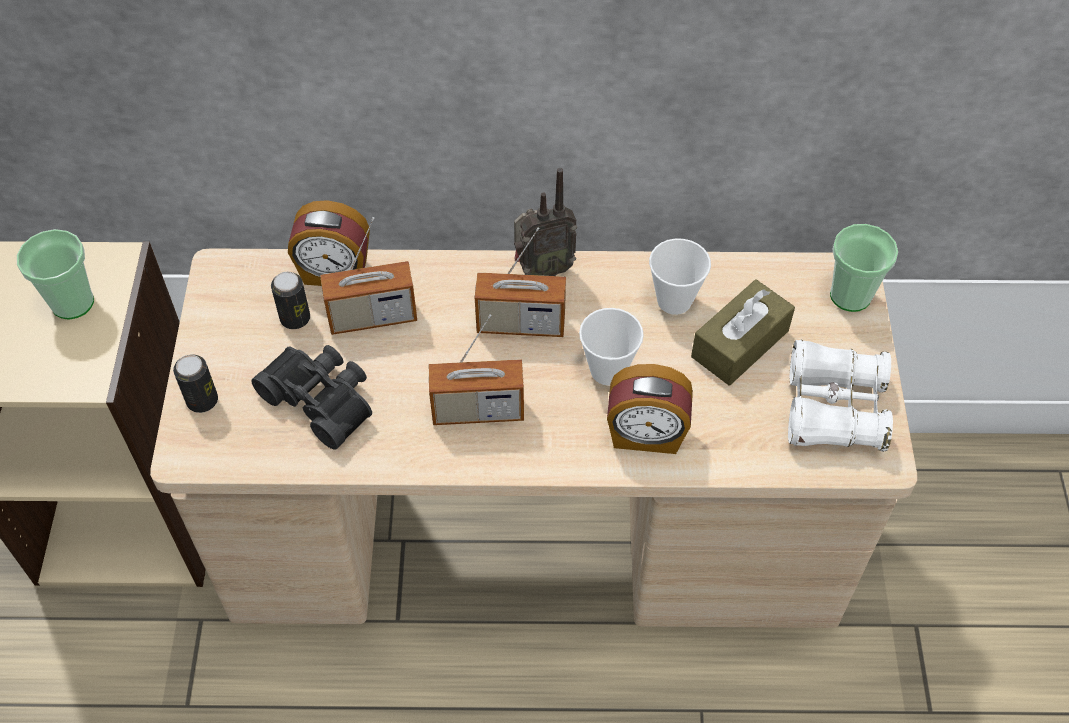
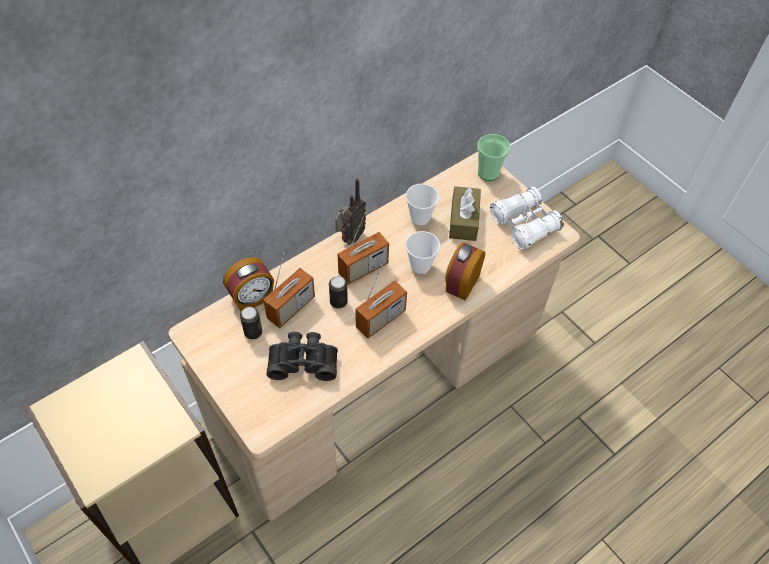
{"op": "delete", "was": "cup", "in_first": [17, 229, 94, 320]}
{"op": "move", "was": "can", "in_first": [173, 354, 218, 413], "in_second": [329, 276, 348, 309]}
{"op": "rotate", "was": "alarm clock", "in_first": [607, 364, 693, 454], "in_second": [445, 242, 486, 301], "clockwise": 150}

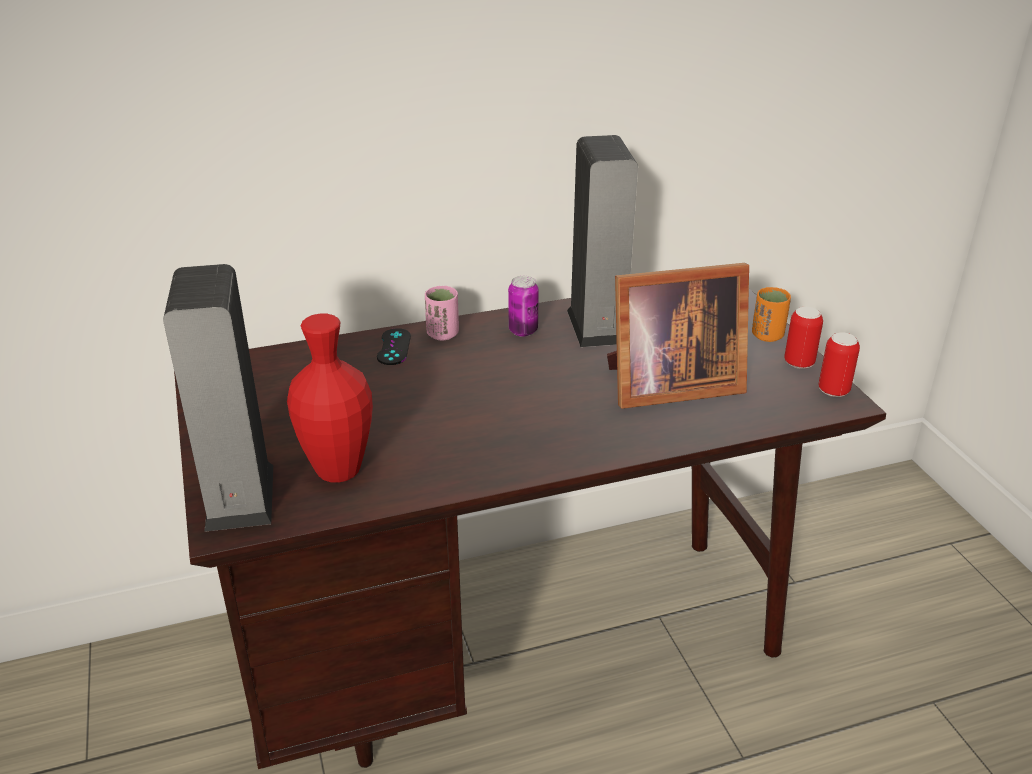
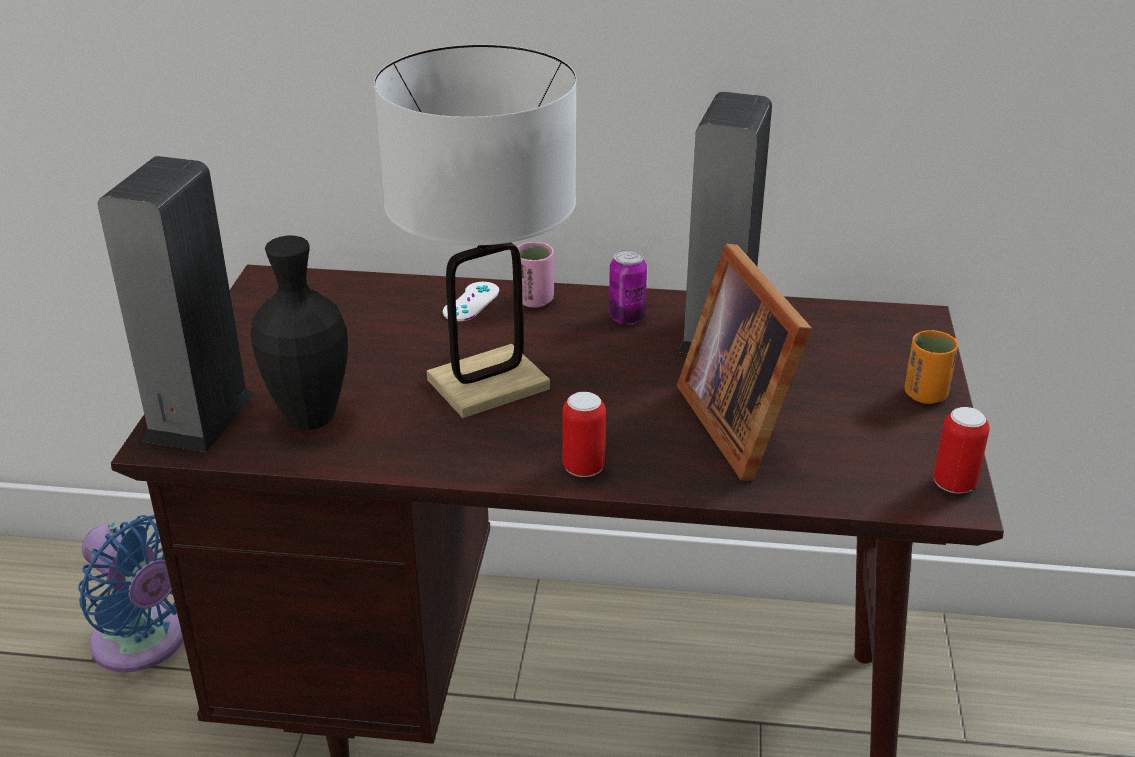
{"op": "insert", "now": "blue fan", "in_second": [78, 515, 183, 672]}
{"op": "insert", "now": "white table lamp", "in_second": [374, 45, 577, 418]}
{"op": "move", "was": "can", "in_first": [784, 307, 823, 369], "in_second": [562, 392, 606, 477]}
{"op": "recolor", "was": "red vase", "now": "black vase", "in_first": [287, 314, 373, 483], "in_second": [250, 236, 348, 430]}
{"op": "recolor", "was": "black game controller", "now": "white game controller", "in_first": [377, 328, 411, 365], "in_second": [443, 282, 500, 321]}
{"op": "rotate", "was": "picture frame", "in_first": [607, 263, 749, 409], "in_second": [677, 244, 812, 481], "clockwise": 60}

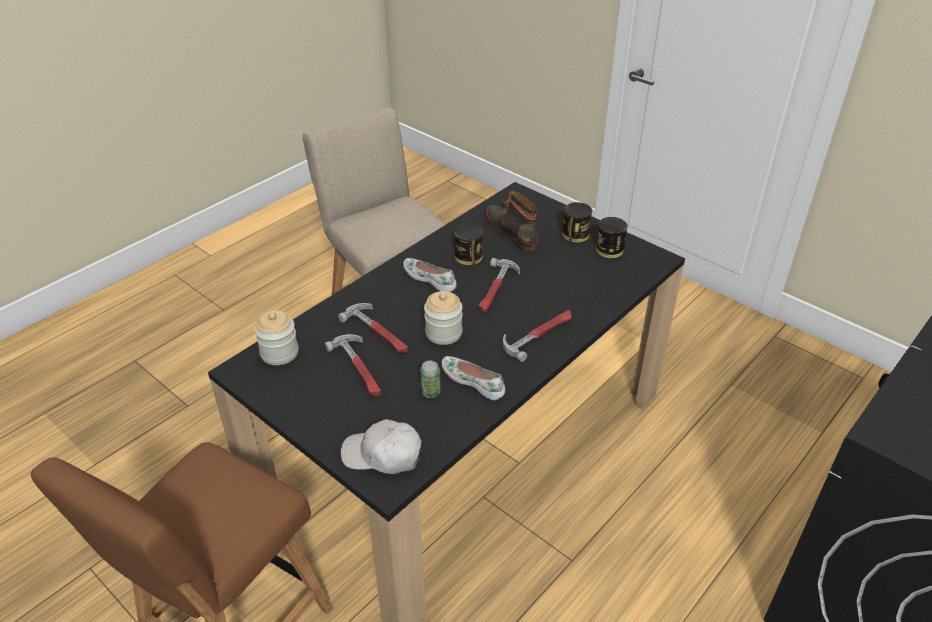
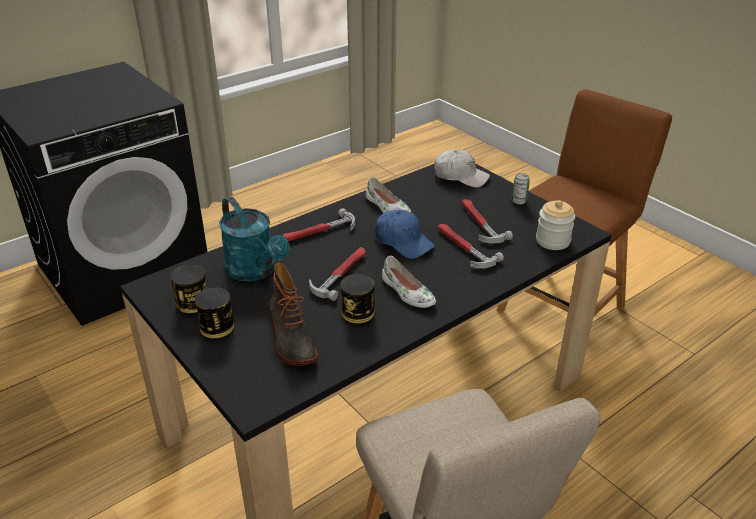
{"op": "insert", "now": "turquoise watering can", "in_second": [219, 197, 290, 282]}
{"op": "move", "was": "can", "in_first": [420, 361, 441, 398], "in_second": [512, 173, 530, 205]}
{"op": "replace", "was": "jar", "now": "blue cap", "in_first": [424, 291, 463, 345], "in_second": [375, 210, 435, 259]}

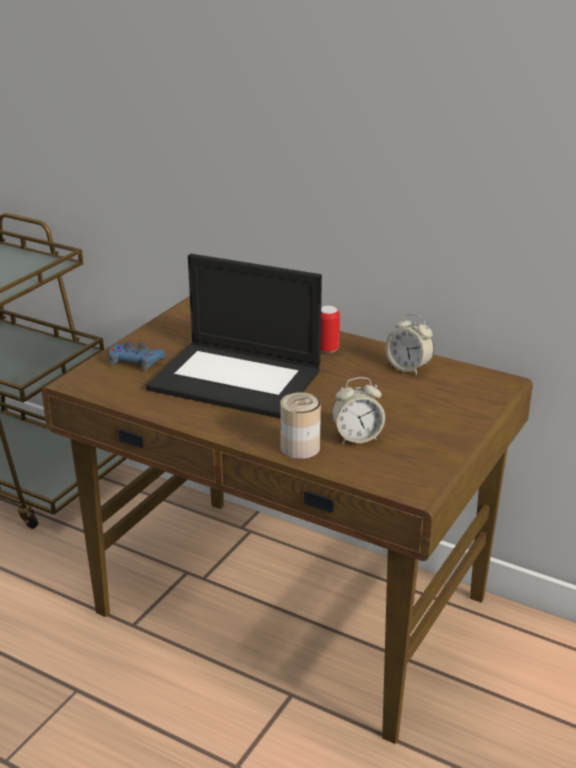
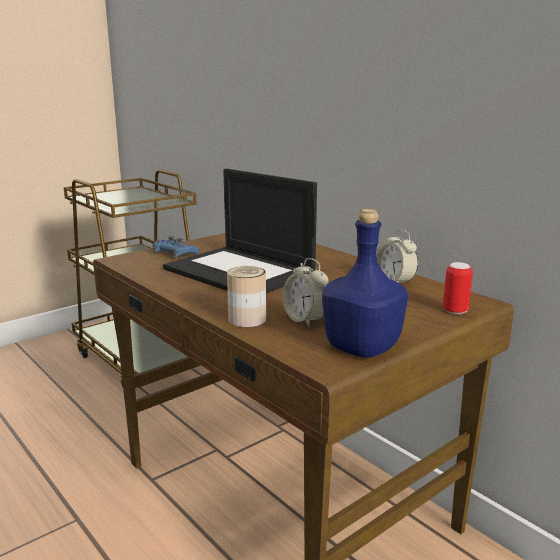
{"op": "insert", "now": "blue bottle", "in_second": [322, 209, 408, 358]}
{"op": "move", "was": "can", "in_first": [321, 306, 340, 353], "in_second": [443, 262, 473, 315]}
{"op": "rotate", "was": "alarm clock", "in_first": [332, 377, 385, 444], "in_second": [282, 258, 329, 327], "clockwise": 45}

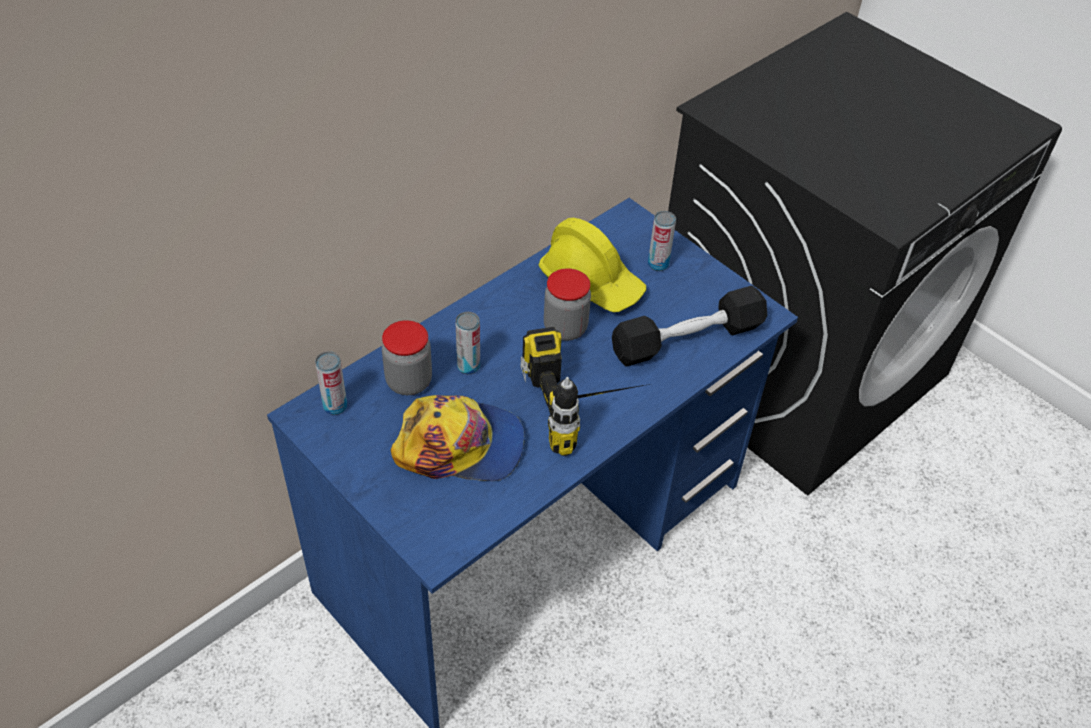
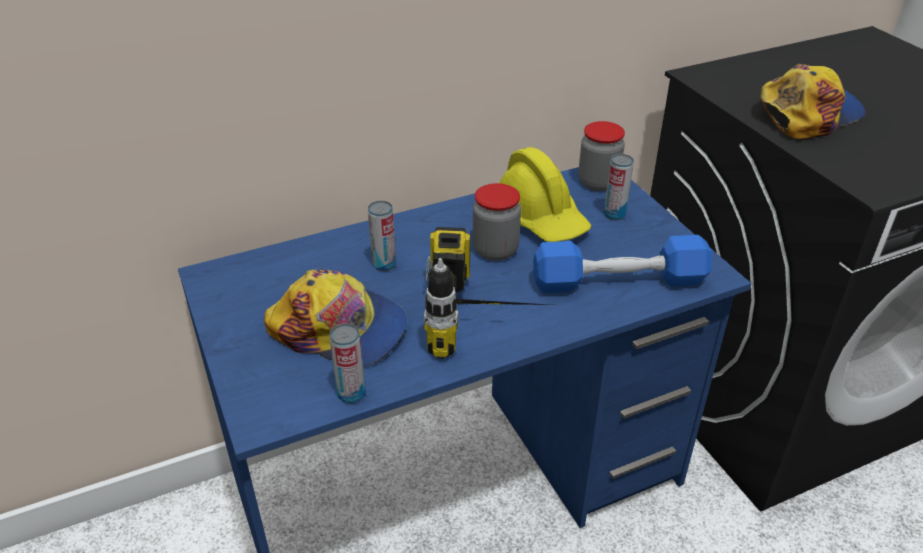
{"op": "insert", "now": "cap", "in_second": [760, 64, 865, 139]}
{"op": "move", "was": "can", "in_first": [315, 351, 347, 415], "in_second": [329, 323, 366, 403]}
{"op": "move", "was": "jar", "in_first": [382, 320, 432, 395], "in_second": [578, 121, 625, 191]}
{"op": "recolor", "was": "black dumbbell", "now": "blue dumbbell", "in_first": [612, 286, 767, 367], "in_second": [533, 235, 712, 293]}

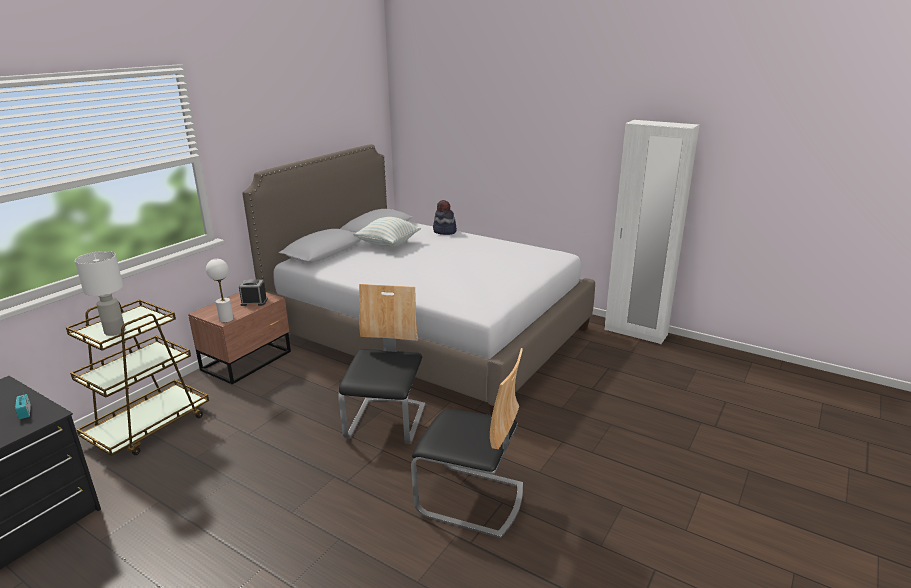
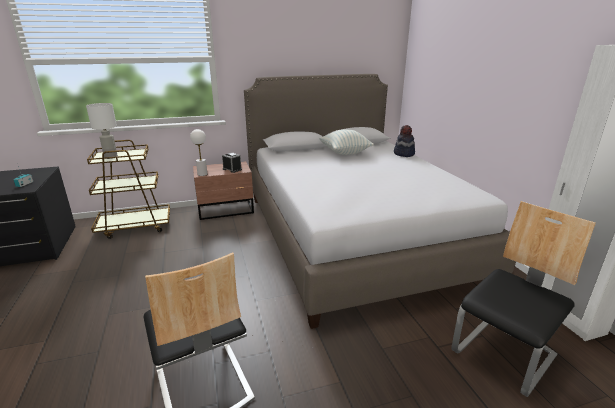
{"op": "move", "was": "chair", "in_first": [339, 284, 425, 444], "in_second": [452, 201, 596, 397]}

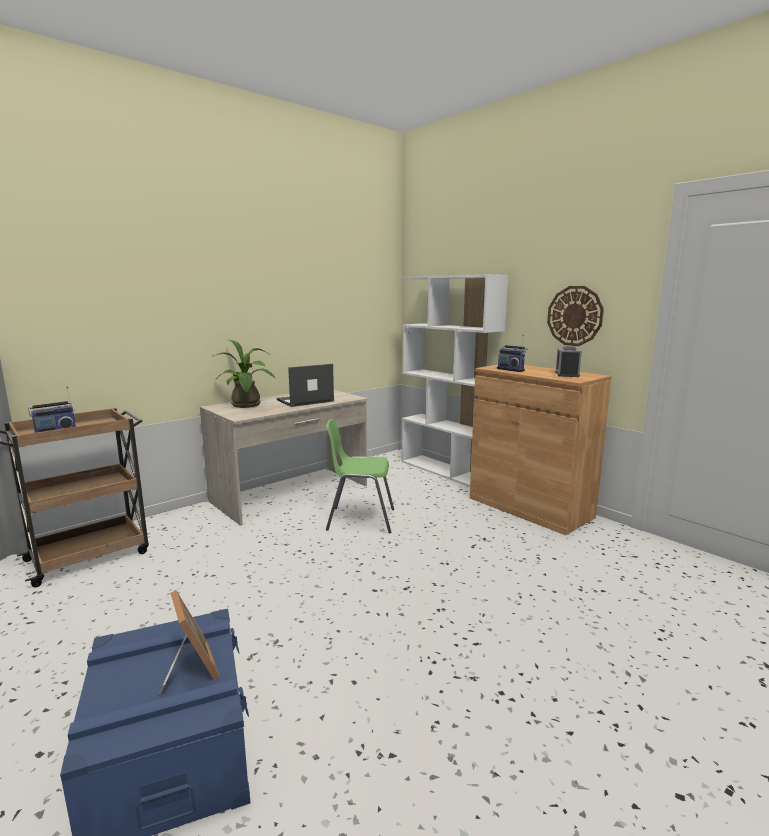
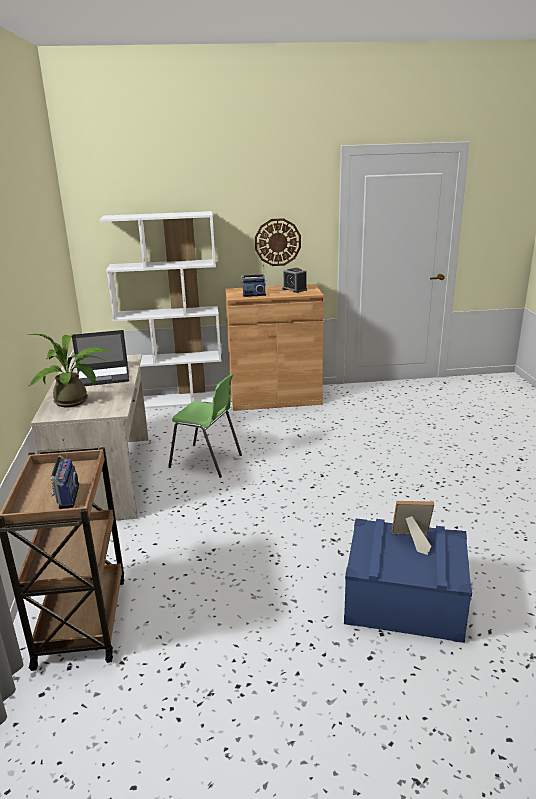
{"op": "rotate", "was": "laptop", "in_first": [276, 364, 334, 407], "in_second": [72, 330, 129, 386], "clockwise": -105}
{"op": "rotate", "was": "green chair", "in_first": [326, 419, 394, 533], "in_second": [168, 374, 242, 478], "clockwise": -105}

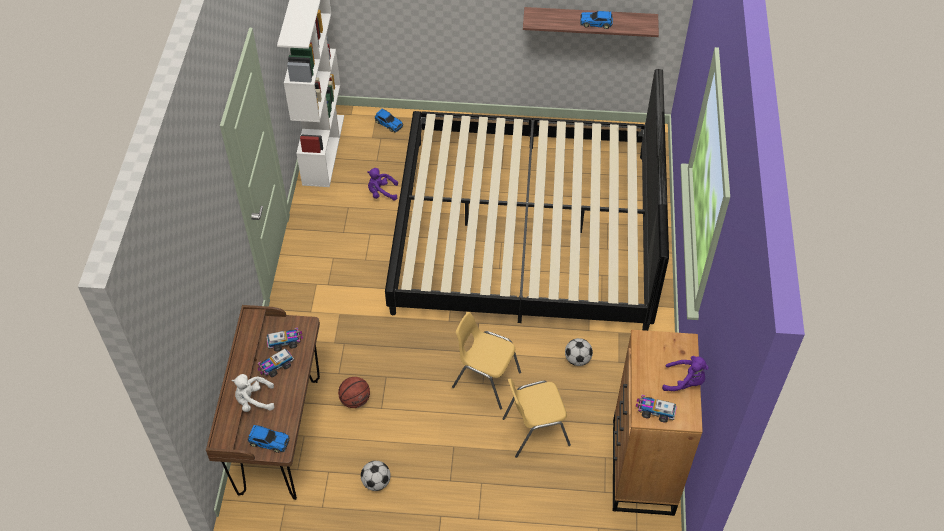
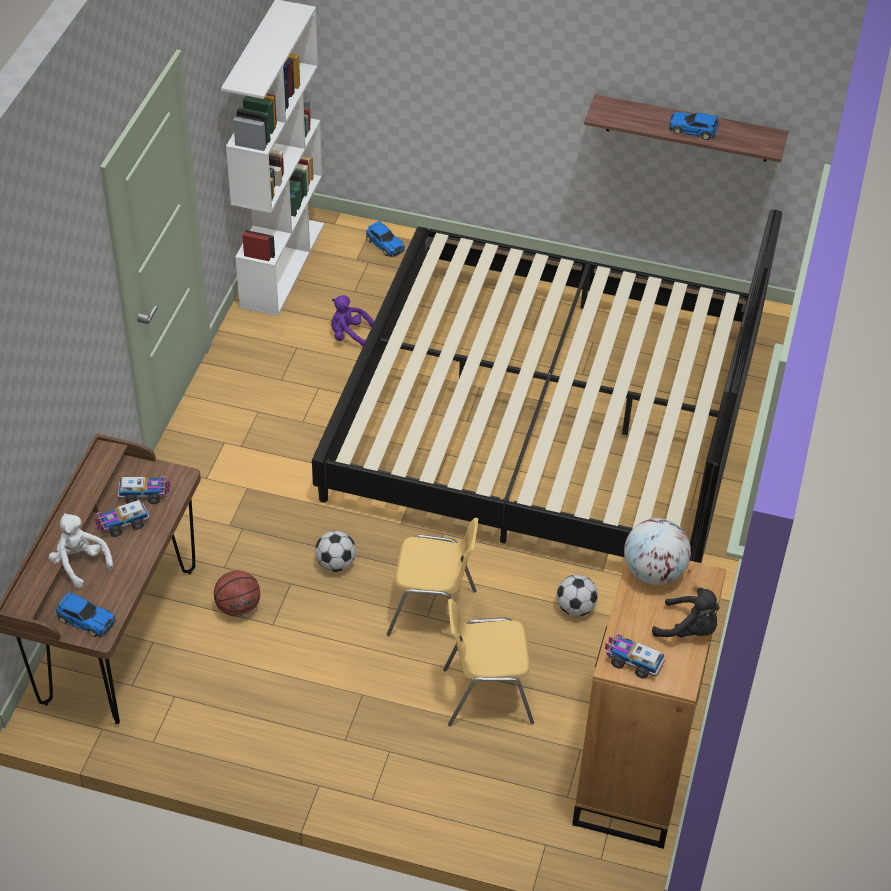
{"op": "insert", "now": "globe", "in_second": [624, 518, 691, 585]}
{"op": "move", "was": "football", "in_first": [361, 461, 391, 491], "in_second": [315, 531, 356, 572]}
{"op": "recolor", "was": "purple plush toy", "now": "black plush toy", "in_first": [662, 356, 709, 391], "in_second": [652, 588, 720, 637]}
{"op": "rotate", "was": "white plush toy", "in_first": [232, 374, 274, 412], "in_second": [48, 513, 113, 588], "clockwise": 45}
{"op": "rotate", "was": "yellow chair", "in_first": [452, 312, 521, 409], "in_second": [387, 518, 478, 636], "clockwise": 150}

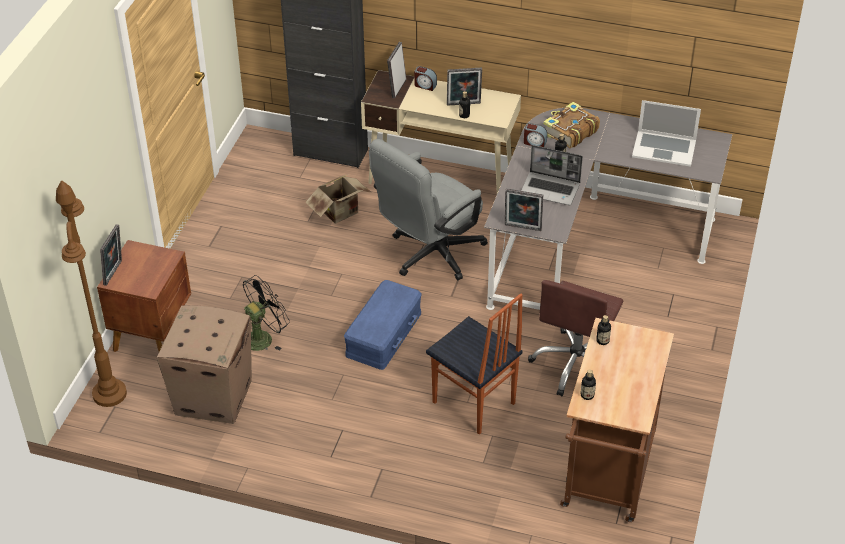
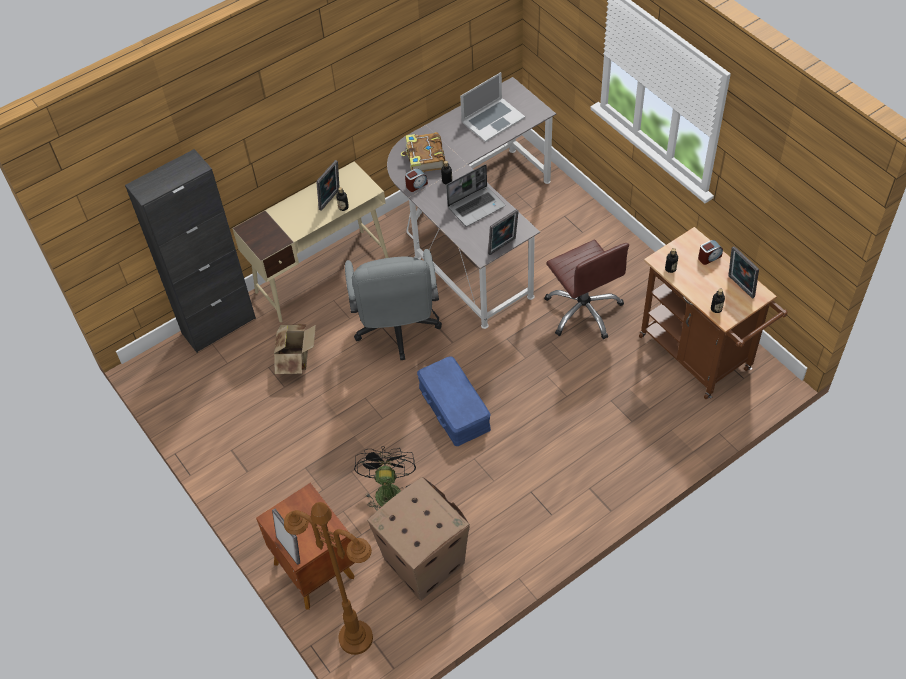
{"op": "delete", "was": "chair", "in_first": [426, 293, 523, 435]}
{"op": "move", "was": "picture frame", "in_first": [387, 42, 406, 98], "in_second": [728, 246, 759, 299]}
{"op": "move", "was": "alarm clock", "in_first": [414, 66, 437, 91], "in_second": [698, 240, 723, 265]}

